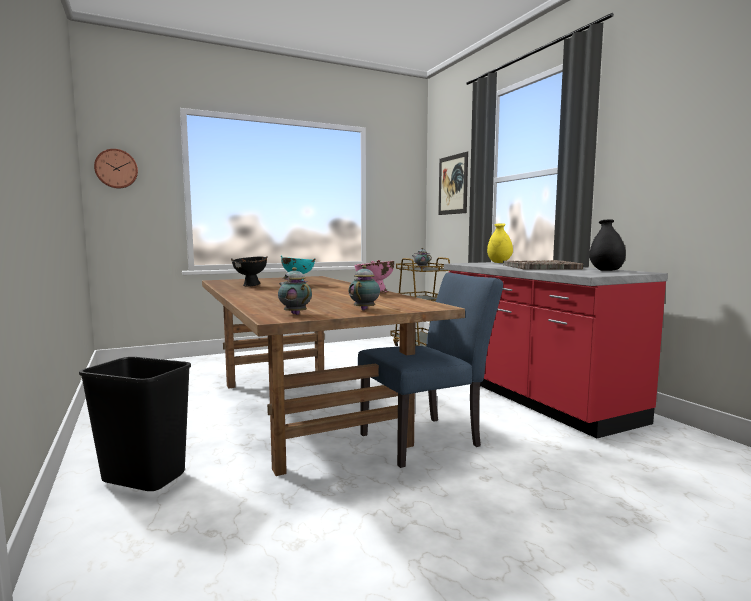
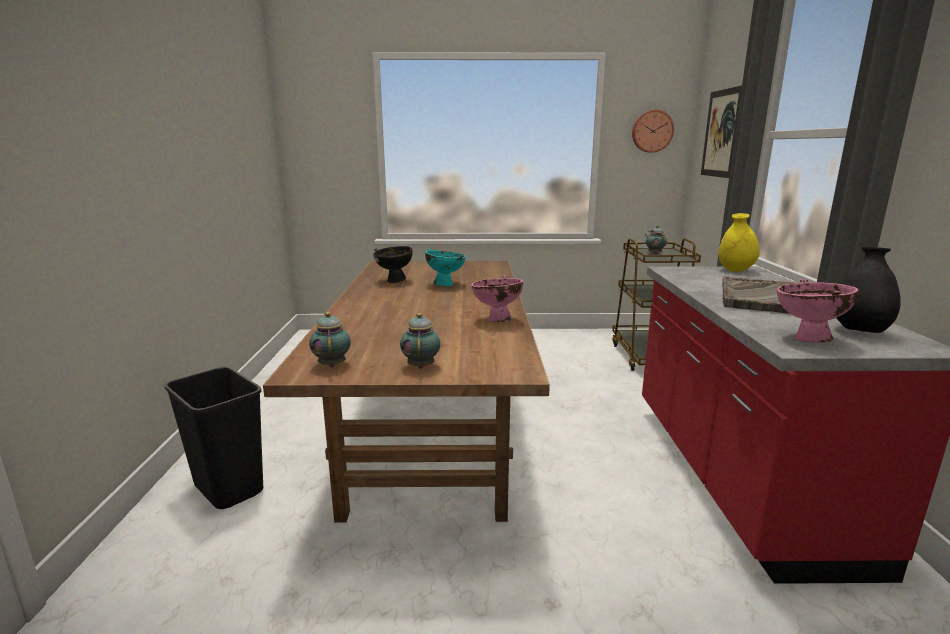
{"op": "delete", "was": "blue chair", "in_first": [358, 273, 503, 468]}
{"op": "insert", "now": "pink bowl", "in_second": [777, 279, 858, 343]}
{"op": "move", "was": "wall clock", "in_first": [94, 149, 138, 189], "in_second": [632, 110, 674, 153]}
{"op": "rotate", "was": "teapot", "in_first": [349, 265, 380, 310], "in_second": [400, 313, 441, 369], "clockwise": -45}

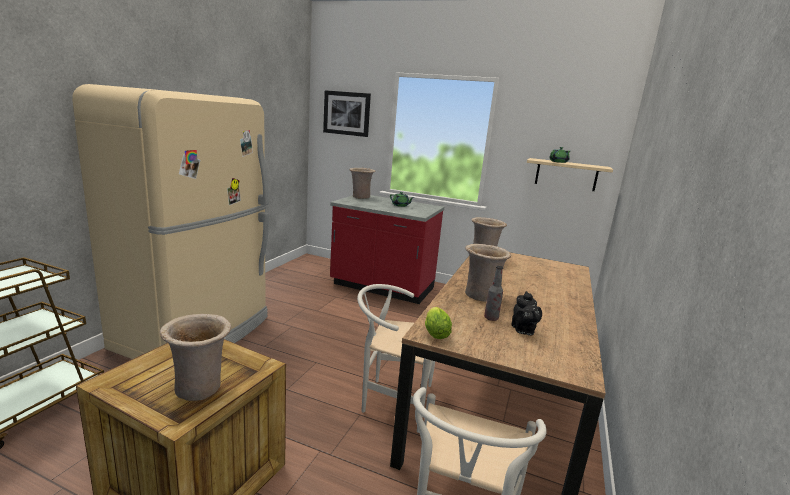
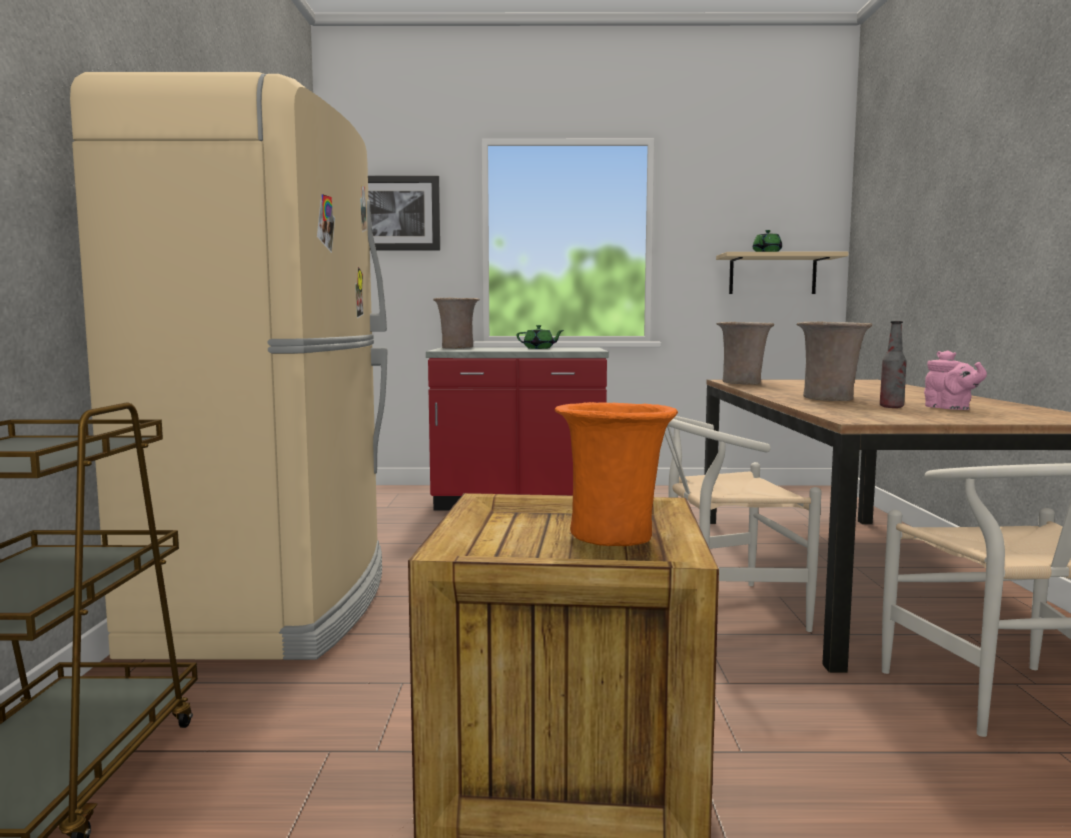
{"op": "delete", "was": "lettuce", "in_first": [425, 307, 452, 339]}
{"op": "recolor", "was": "beige vase", "now": "orange vase", "in_first": [160, 314, 231, 401], "in_second": [555, 402, 678, 546]}
{"op": "recolor", "was": "black teapot", "now": "pink teapot", "in_first": [511, 291, 542, 336], "in_second": [924, 350, 987, 410]}

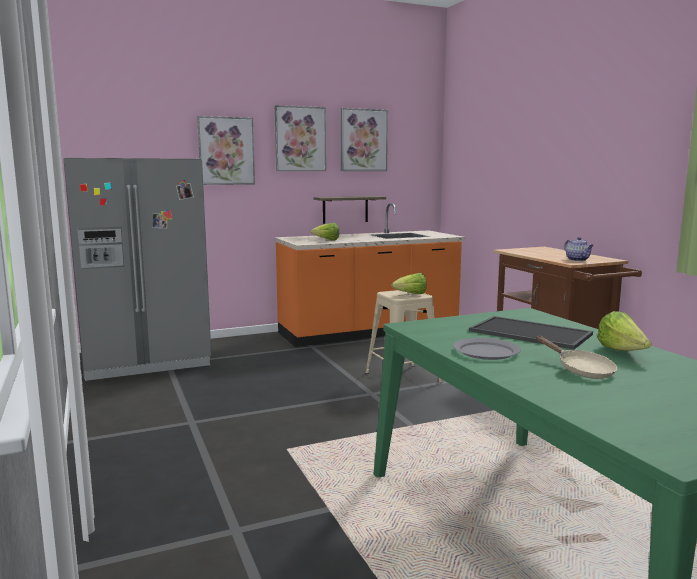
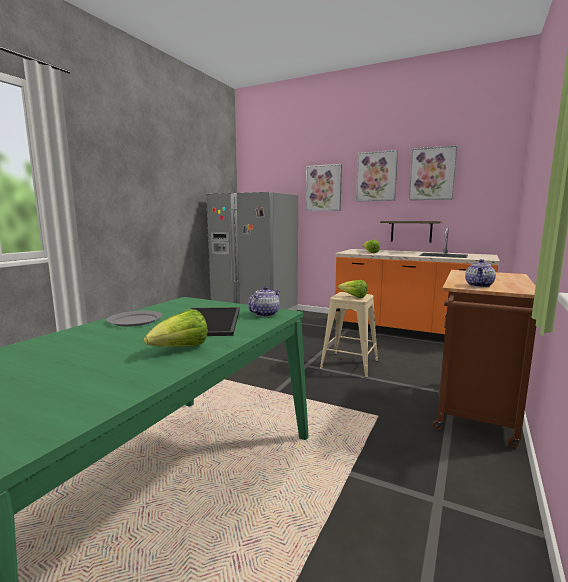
{"op": "delete", "was": "beige frying pan", "in_first": [536, 336, 617, 379]}
{"op": "insert", "now": "teapot", "in_second": [248, 286, 281, 317]}

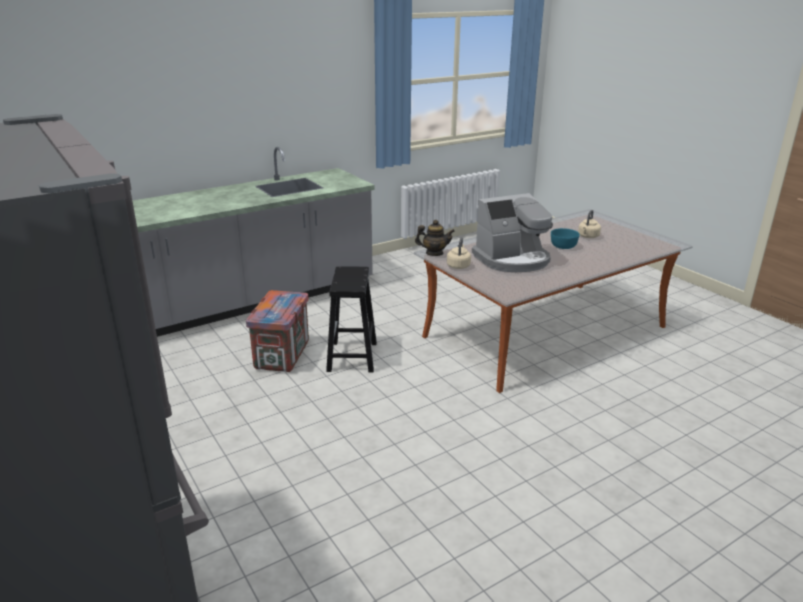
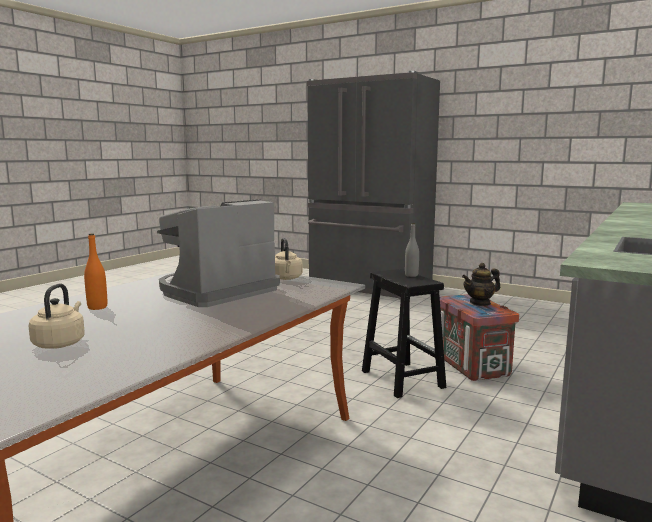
{"op": "delete", "was": "turquoise bowl", "in_first": [551, 228, 580, 249]}
{"op": "insert", "now": "orange bottle", "in_second": [84, 233, 107, 310]}
{"op": "insert", "now": "grey bottle", "in_second": [405, 223, 419, 277]}
{"op": "move", "was": "teapot", "in_first": [415, 220, 455, 256], "in_second": [462, 263, 500, 306]}

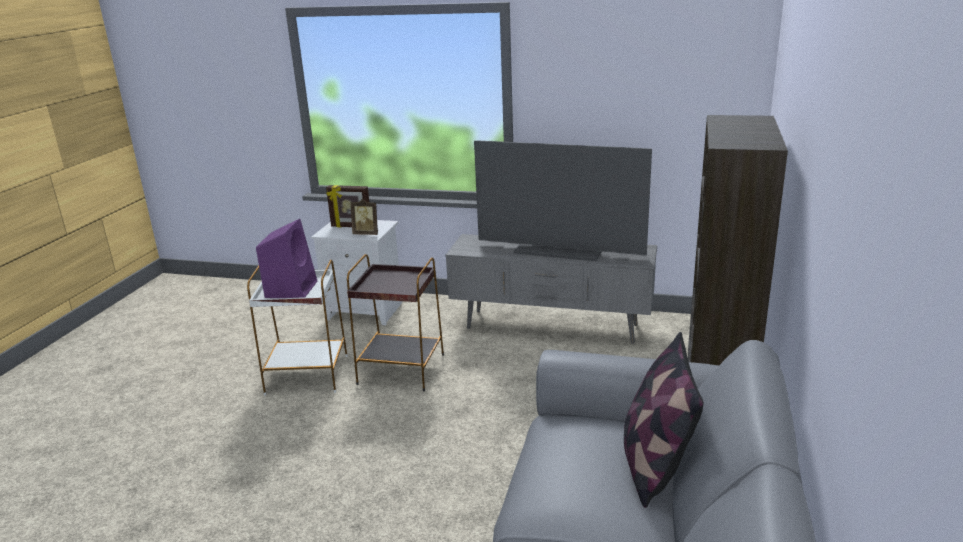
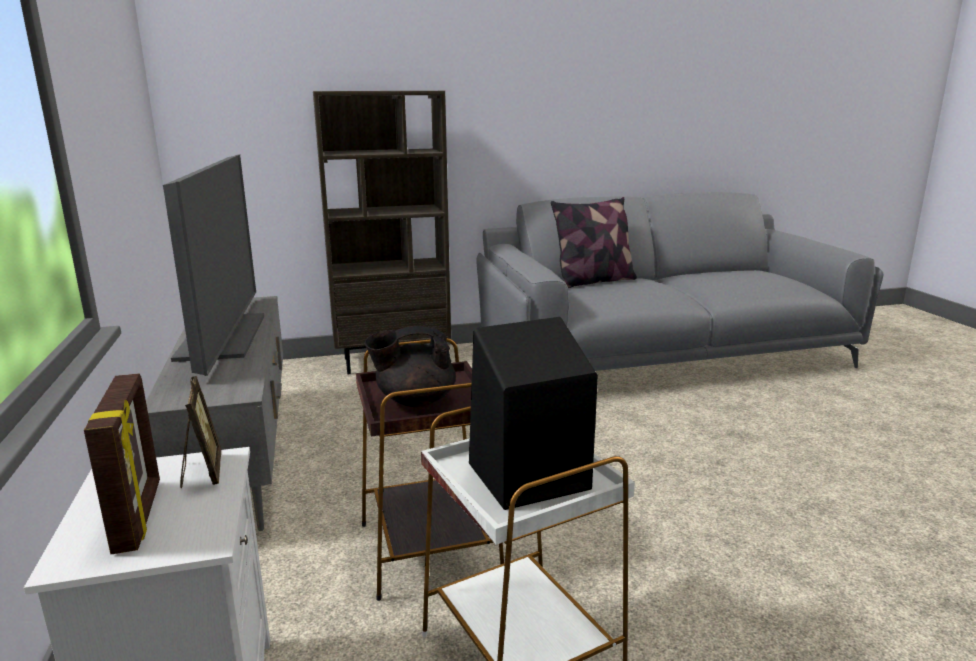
{"op": "insert", "now": "black teapot", "in_second": [365, 326, 456, 407]}
{"op": "recolor", "was": "purple speaker", "now": "black speaker", "in_first": [256, 219, 317, 298], "in_second": [469, 317, 598, 510]}

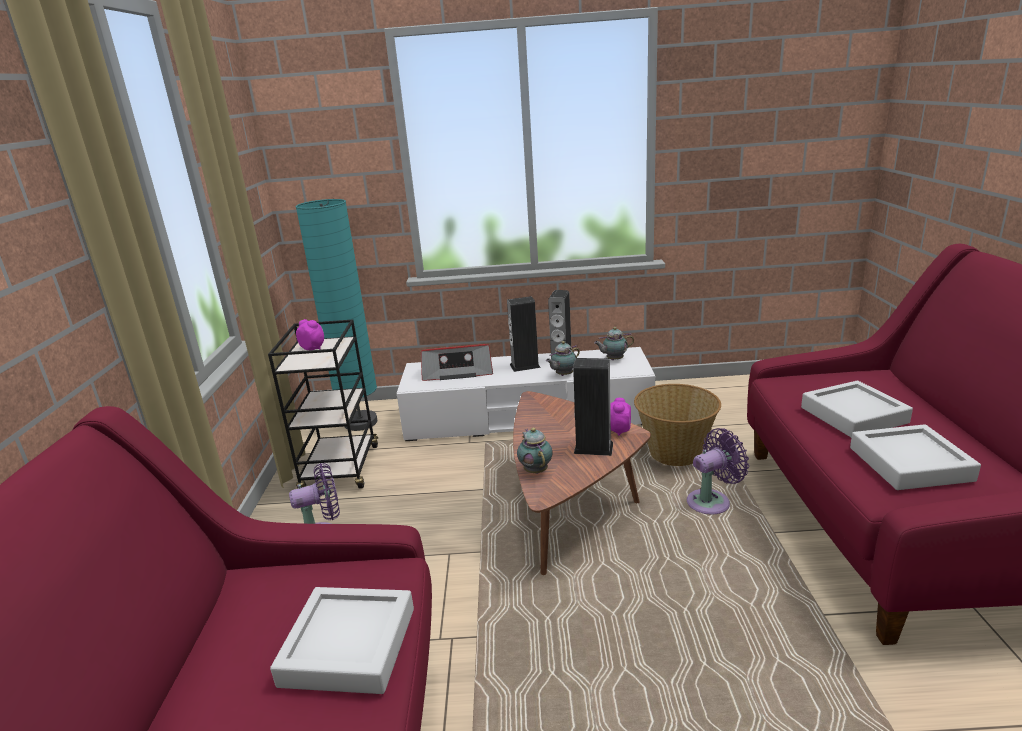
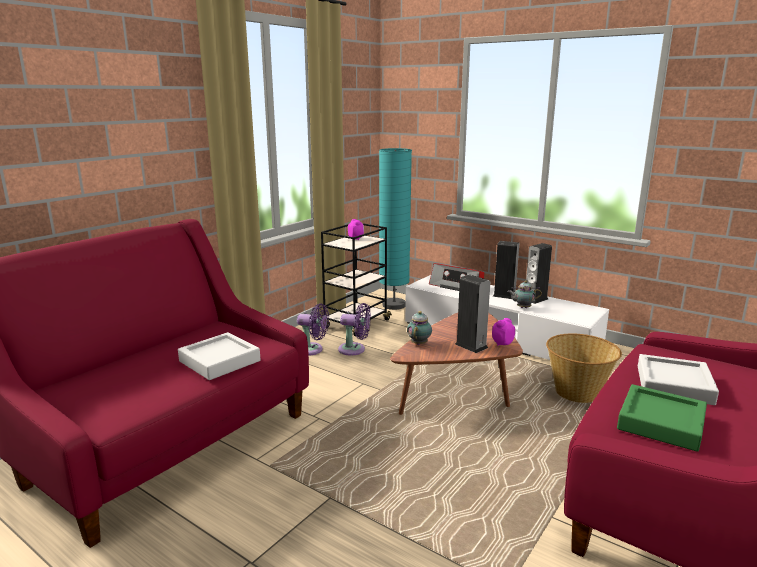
{"op": "delete", "was": "teapot", "in_first": [594, 327, 634, 360]}
{"op": "move", "was": "purple fan", "in_first": [687, 428, 749, 514], "in_second": [338, 303, 371, 356]}
{"op": "recolor", "was": "grey tray", "now": "green tray", "in_first": [850, 424, 981, 490], "in_second": [617, 384, 707, 452]}

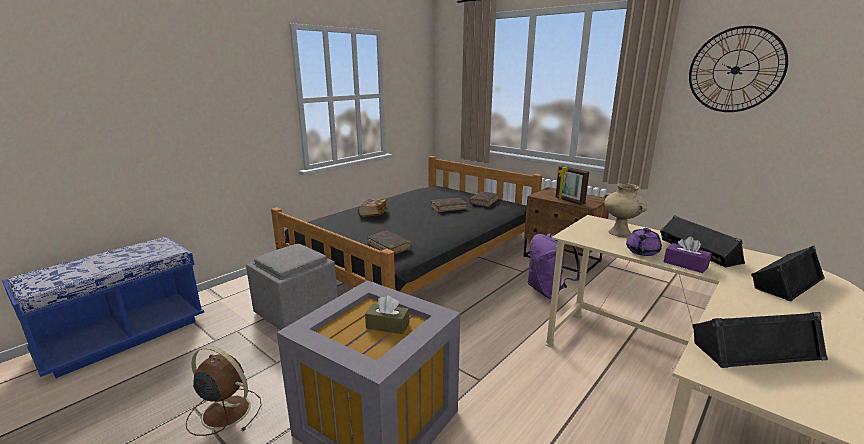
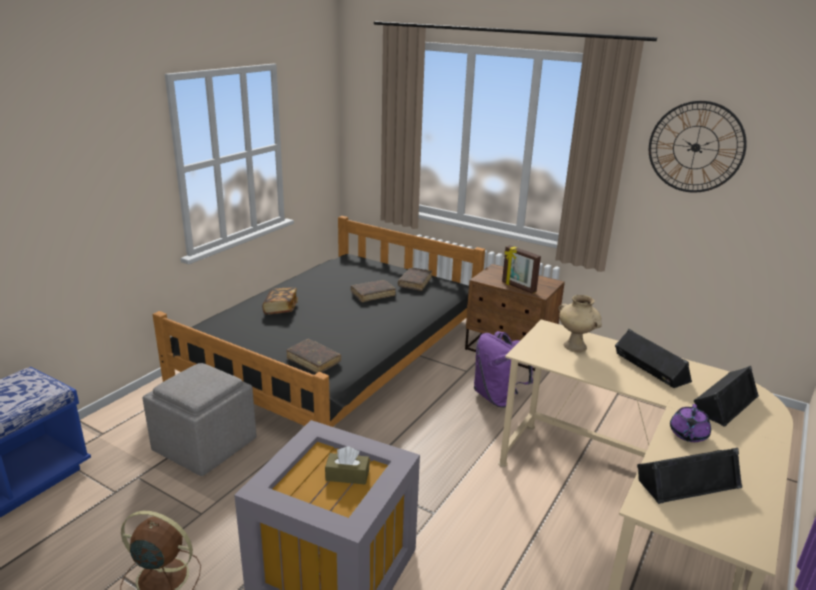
{"op": "delete", "was": "purple tissue box", "in_first": [664, 236, 712, 273]}
{"op": "move", "was": "purple teapot", "in_first": [626, 228, 662, 256], "in_second": [670, 404, 711, 442]}

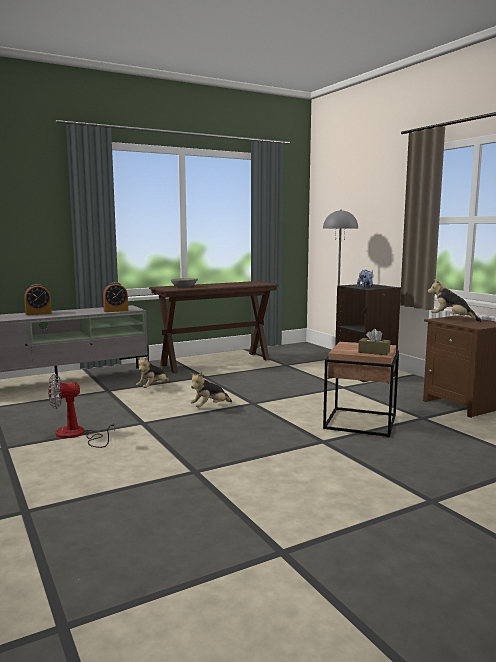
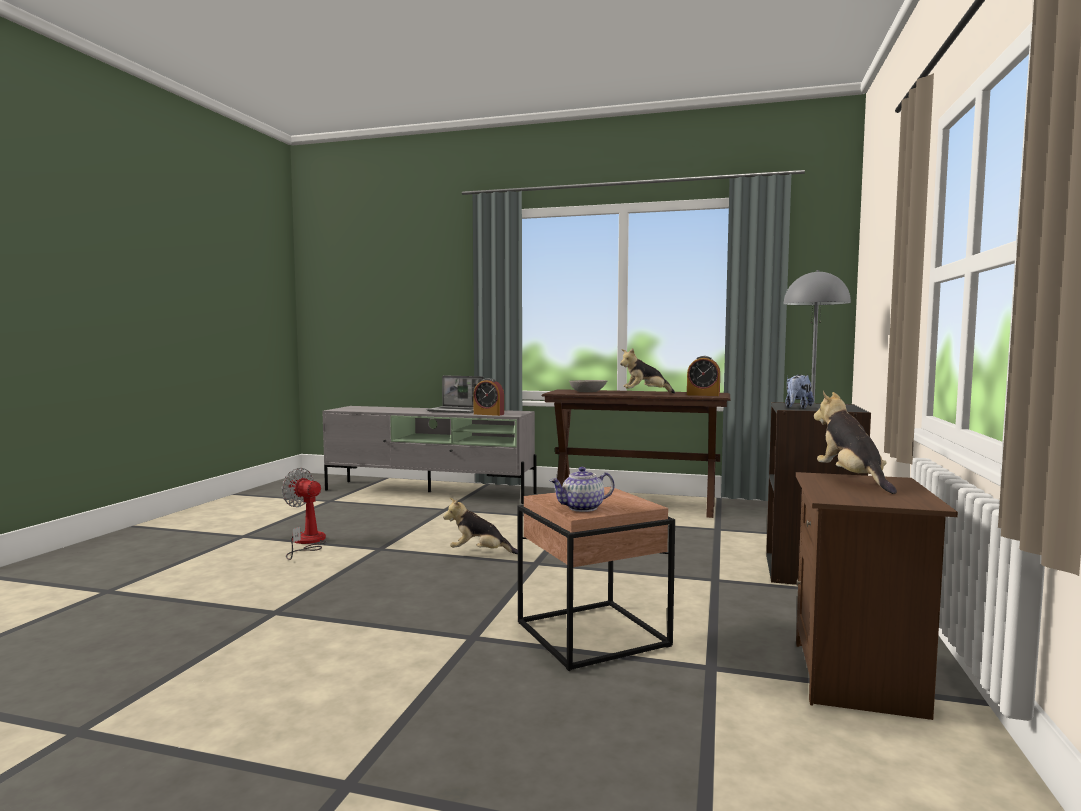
{"op": "insert", "now": "laptop", "in_second": [426, 375, 484, 413]}
{"op": "move", "was": "alarm clock", "in_first": [24, 284, 52, 315], "in_second": [687, 356, 720, 396]}
{"op": "move", "was": "plush toy", "in_first": [136, 357, 170, 388], "in_second": [620, 348, 675, 394]}
{"op": "replace", "was": "brown tissue box", "now": "teapot", "in_first": [358, 329, 390, 355], "in_second": [550, 467, 614, 512]}

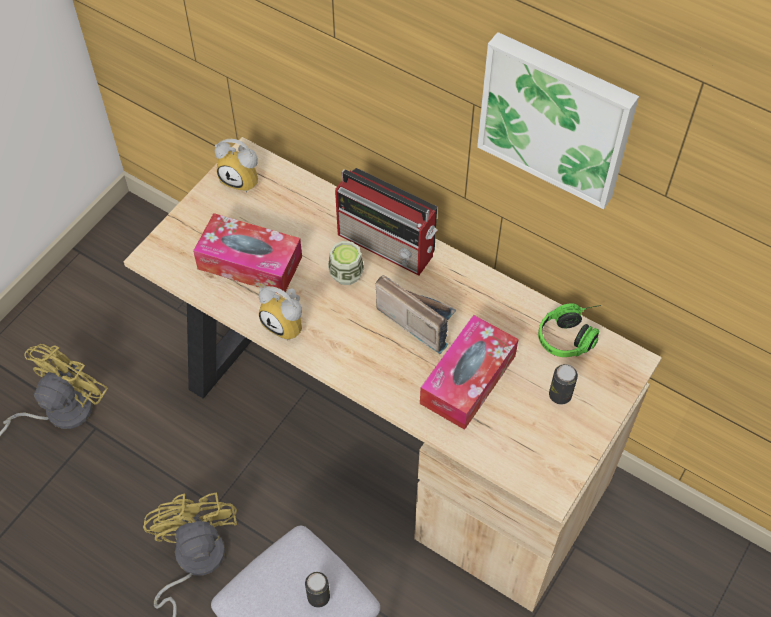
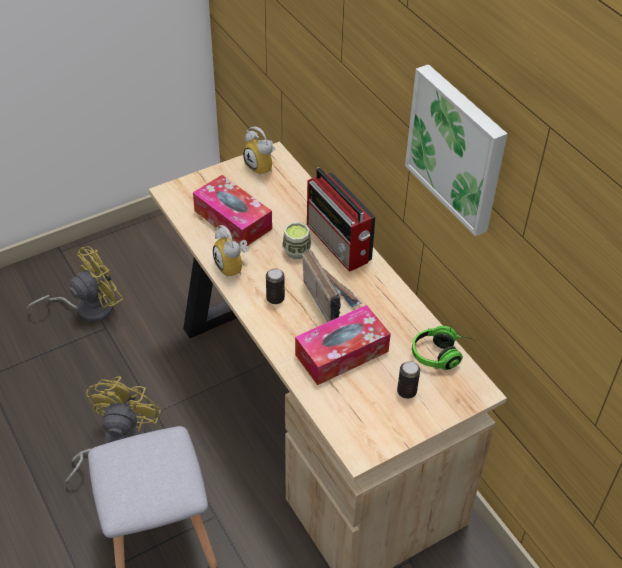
{"op": "move", "was": "can", "in_first": [305, 572, 330, 608], "in_second": [266, 268, 285, 304]}

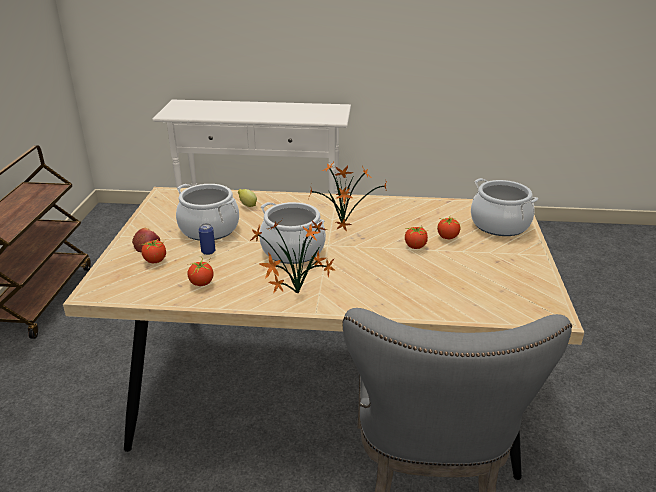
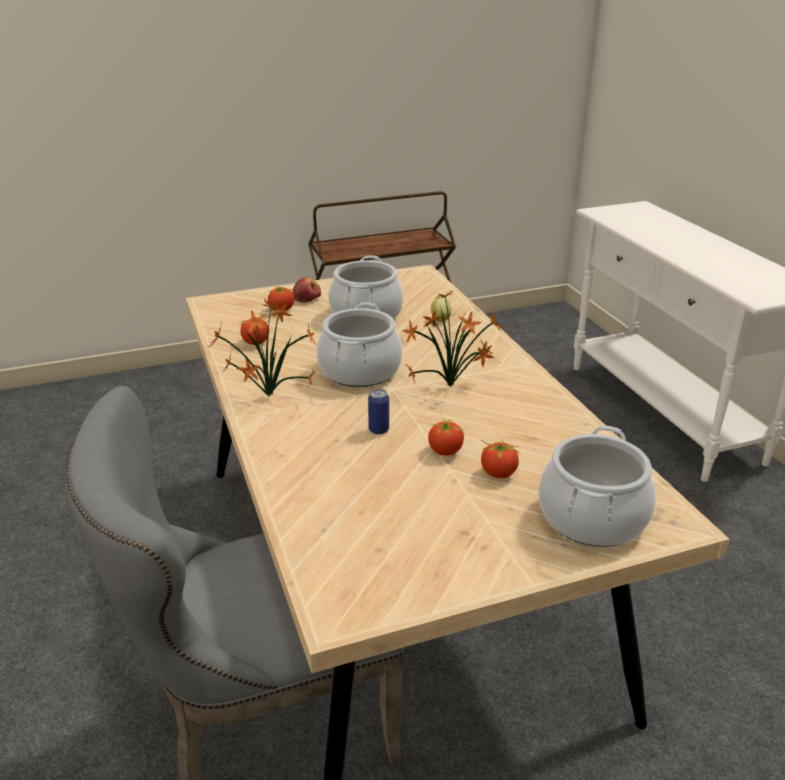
{"op": "move", "was": "can", "in_first": [199, 223, 215, 255], "in_second": [368, 389, 389, 435]}

